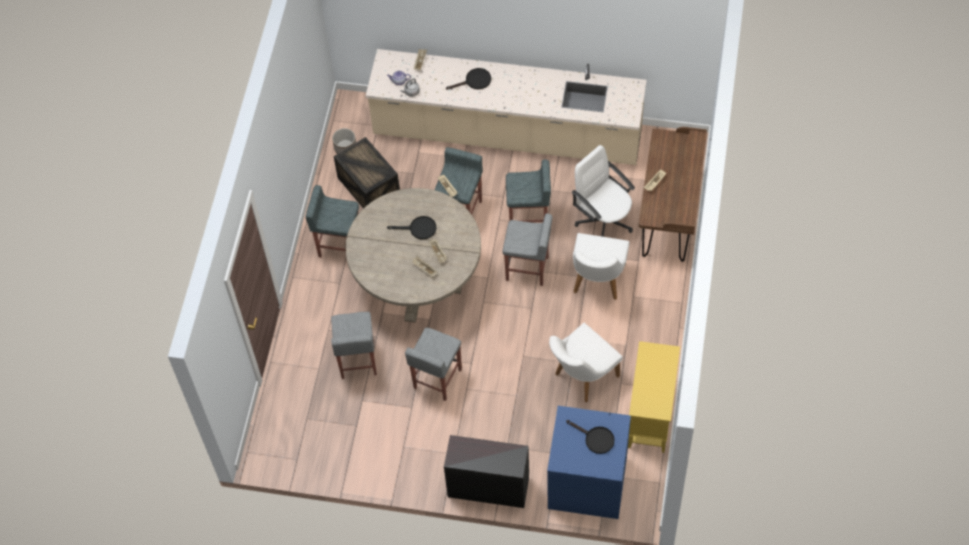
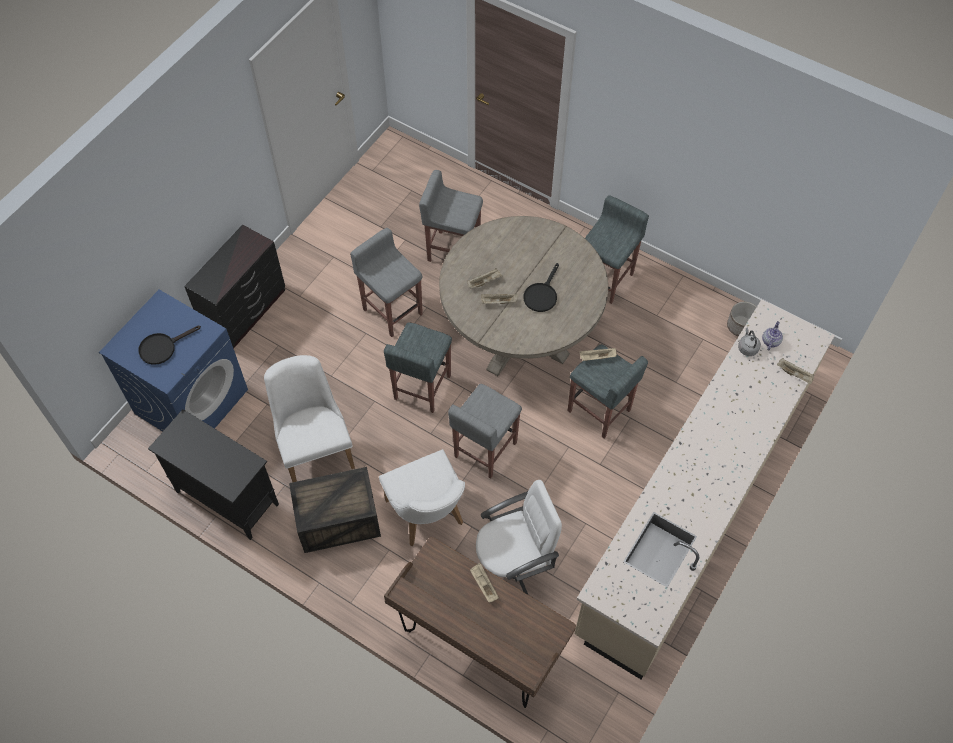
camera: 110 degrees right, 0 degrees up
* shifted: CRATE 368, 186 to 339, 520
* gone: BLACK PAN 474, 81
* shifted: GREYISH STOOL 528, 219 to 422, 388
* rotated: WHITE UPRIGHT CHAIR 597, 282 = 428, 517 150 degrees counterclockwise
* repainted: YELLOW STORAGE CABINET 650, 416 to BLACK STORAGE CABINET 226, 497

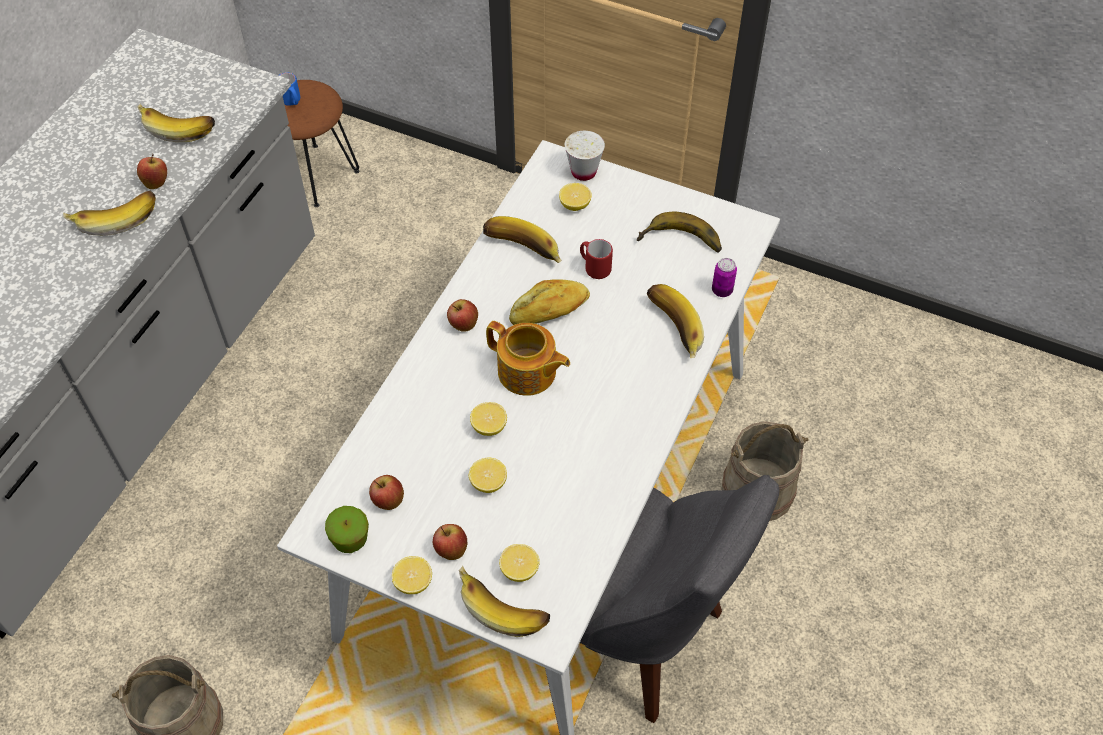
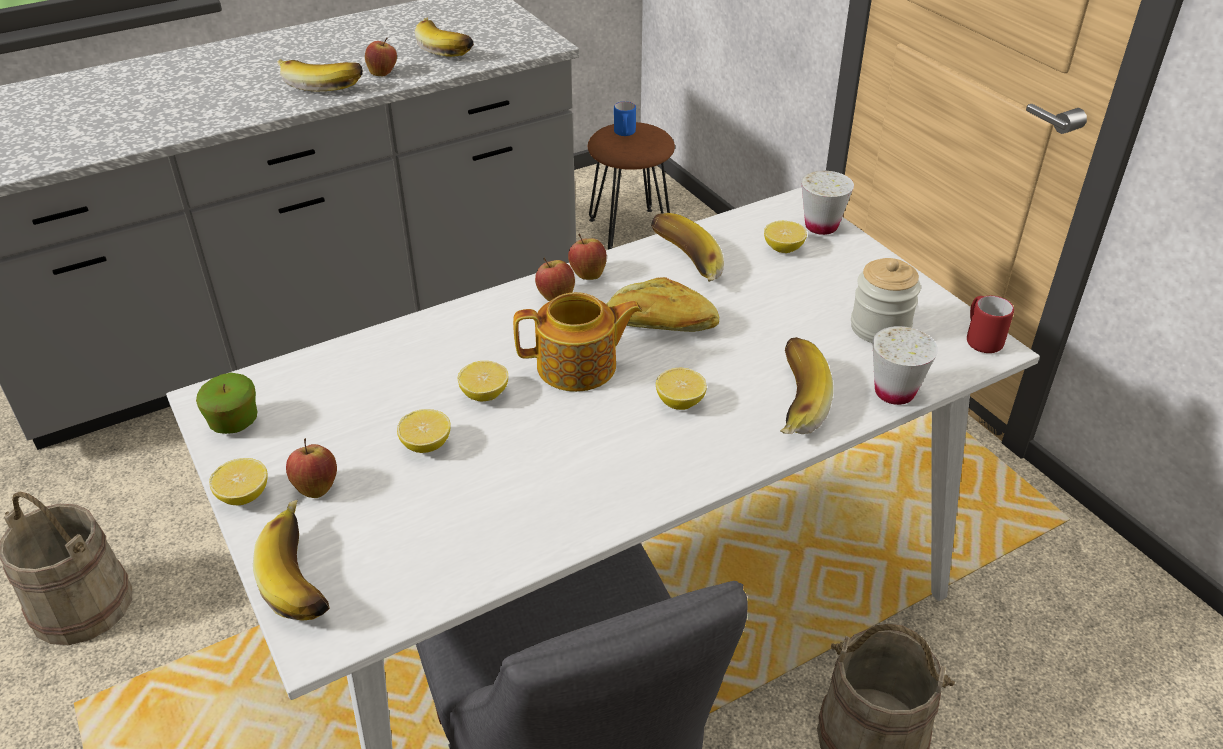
camera: 35 degrees right, 15 degrees down
* shifted: APPLE FRUIT 388, 501 to 587, 274
* rotated: TEAPOT 527, 373 = 579, 367 75 degrees counterclockwise
* shifted: WHOLE LEMON 519, 570 to 680, 402
* shifted: RED COFFEE MUG 594, 267 to 980, 339
* swapped: WHOLE BANANA 680, 243 to STORAGE JAR 880, 328
* swapped: METAL CAN 722, 290 to WHITE CUP 894, 392

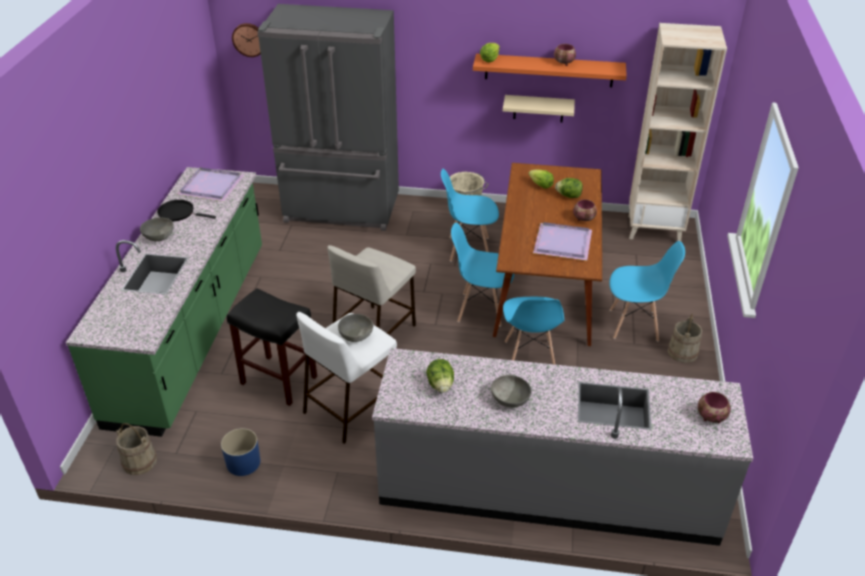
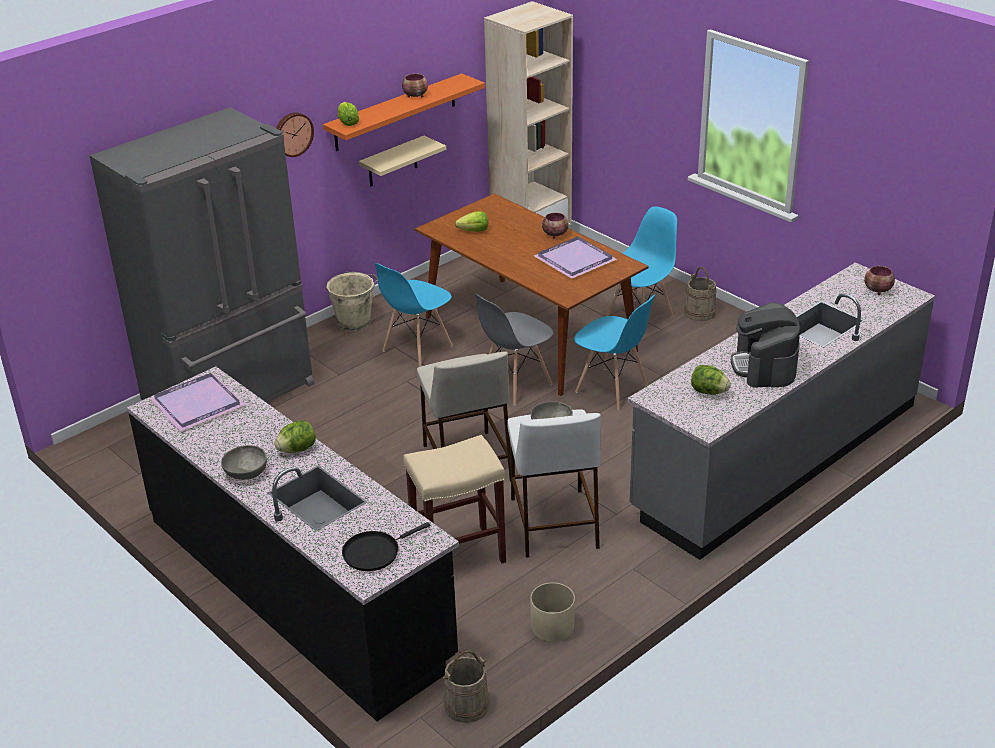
camera: 50 degrees left, 5 degrees down
* repainted: GREEN-COLOURED COUNTER 192, 332 to BLACK COUNTER 298, 587
* shifted: BLACK PAN 179, 213 to 374, 552
* repainted: BLUE PLANT POT 243, 462 to SAND-COLOURED PLANT POT 552, 627
* repainted: BLACK STOOL 280, 380 to SAND-COLOURED STOOL 459, 553
* shifted: HANGING CLOCK 249, 39 to 292, 134
* repainted: BLUE UPRIGHT CHAIR 481, 309 to GREYISH UPRIGHT CHAIR 515, 384
* swapped: GREYISH DEEP DISH 510, 399 to COFFEE MACHINE 764, 366
* shifted: LETTUCE HEAD 568, 196 to 297, 449

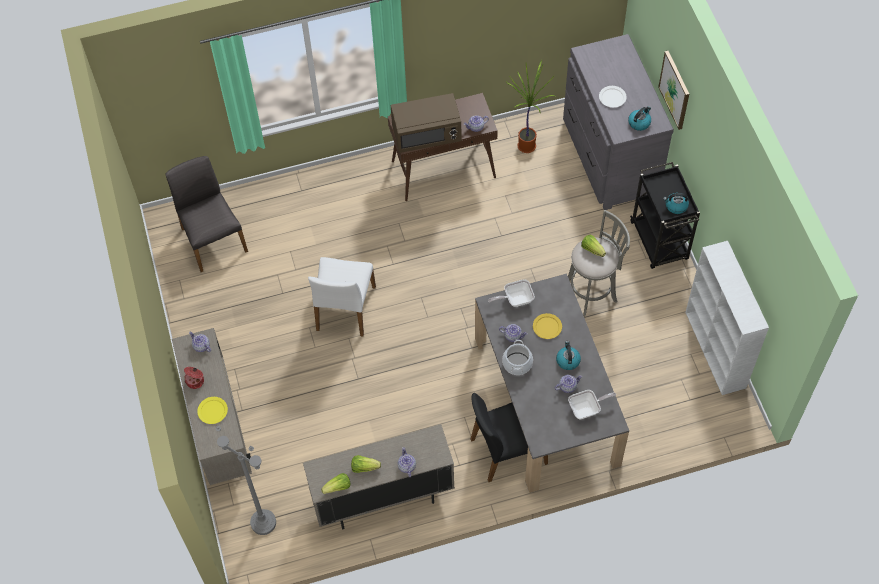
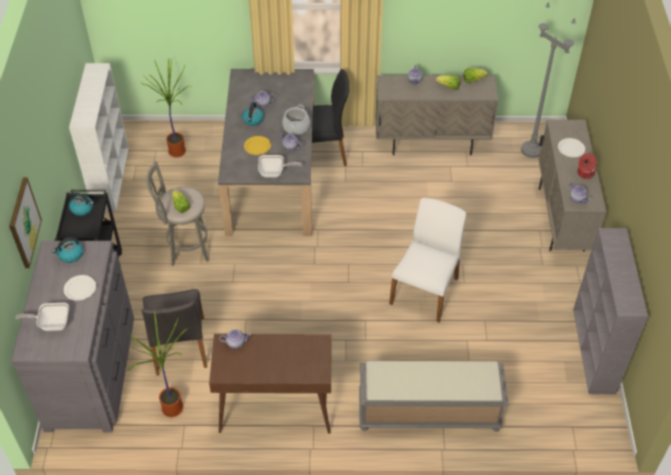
camera: 165 degrees left, 10 degrees down
* shifted: GREYISH UPRIGHT CHAIR 212, 239 to 179, 346
* repainted: YELLOW PLATE 212, 410 to WHITE PLATE 571, 149
* gone: BROWN-COLOURED MICROWAVE 427, 134
* shifted: PAN 587, 409 to 51, 323
* new: PLANT IN A POT 178, 151
* new: GREYISH BENCH 428, 412
* new: GREYISH BOOKCASE 594, 351

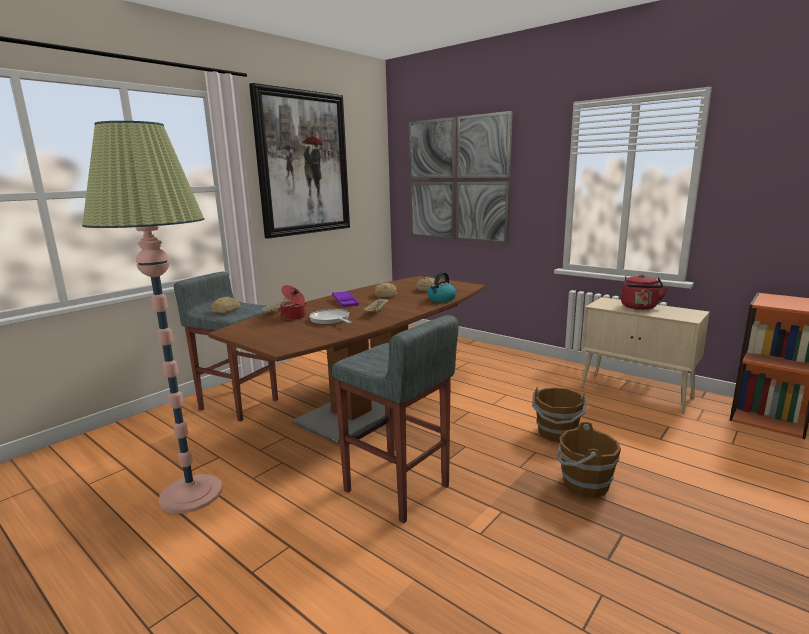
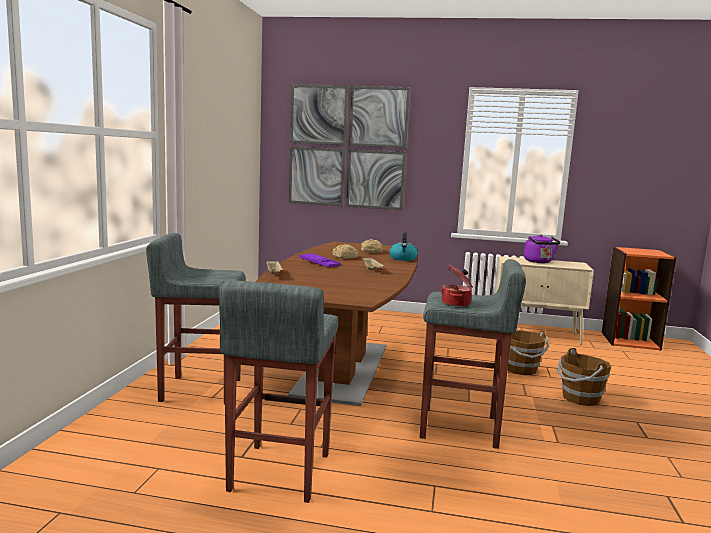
camera: 30 degrees left, 5 degrees down
* swapped: STANDING LAMP 191, 494 to GREYISH STOOL 278, 472
* gone: BAKERY BREAD 225, 311
* gone: WALL ART 303, 164
* shifted: SAUCEPOT 294, 317 to 456, 303
* gone: PAN 331, 320
* repainted: RED WATER KETTLE 639, 307 to PURPLE-COLOURED WATER KETTLE 539, 262

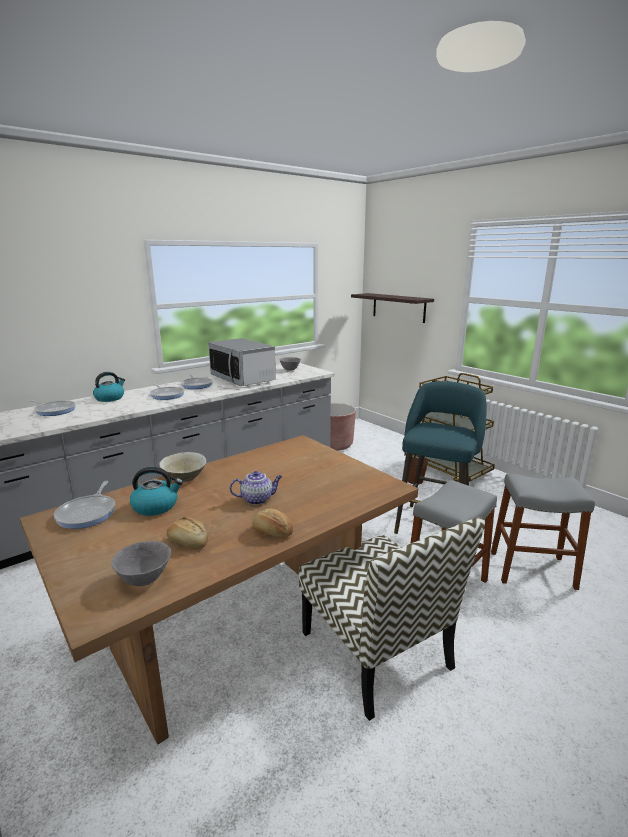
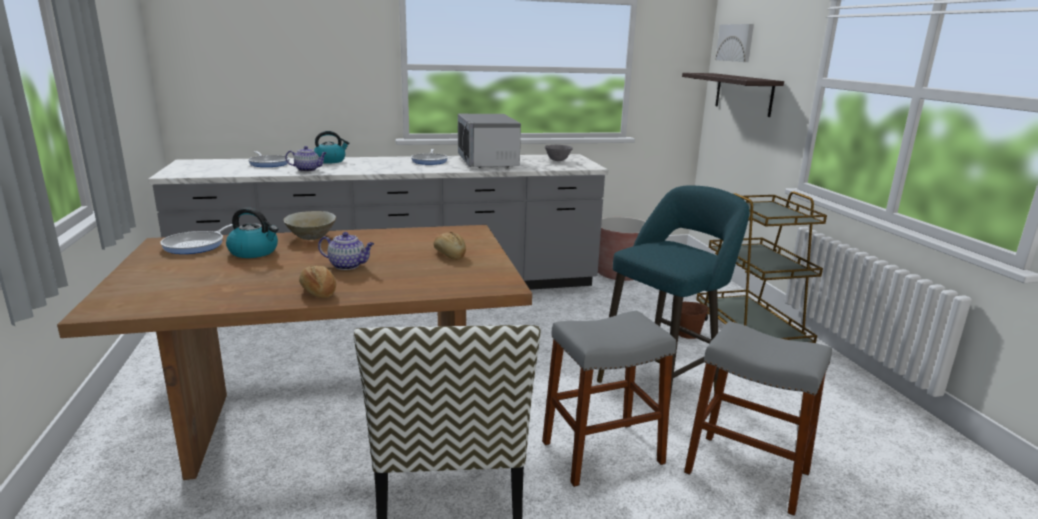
camera: 25 degrees right, 0 degrees up
* gone: GREYISH DEEP DISH 145, 580
* gone: PAN 167, 395
* shifted: BAKERY BREAD 188, 542 to 449, 254
* new: TEAPOT 308, 170
* new: WALL ART 736, 42

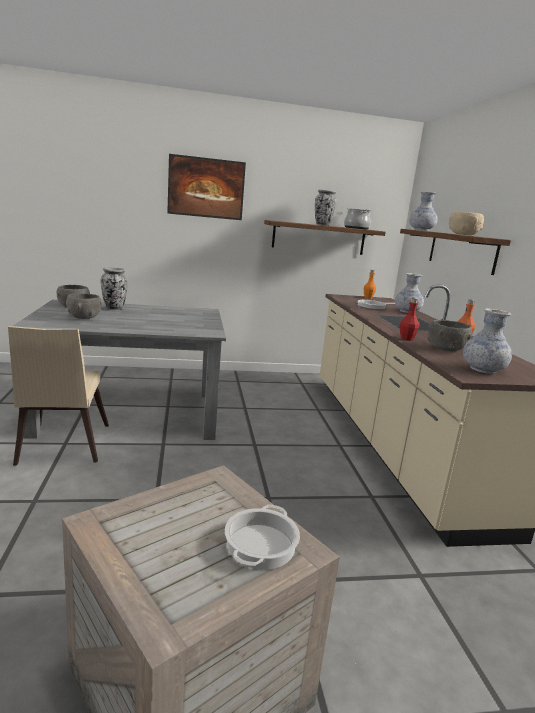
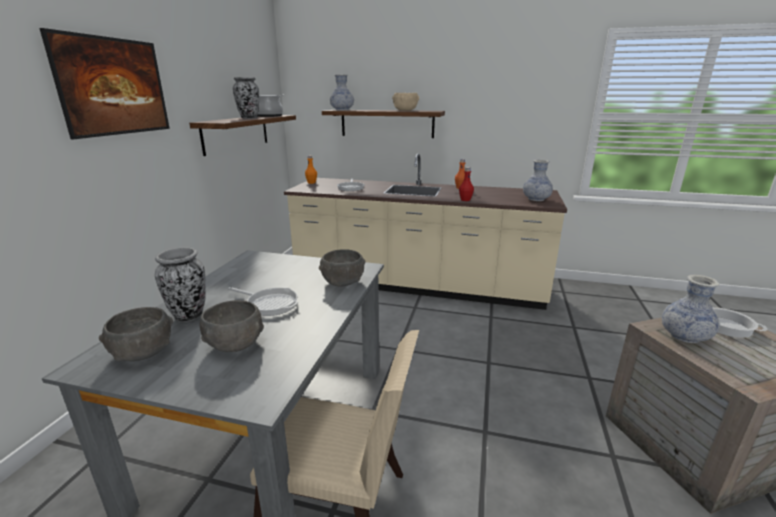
camera: 65 degrees left, 5 degrees up
* shifted: FLOWER VASE 407, 311 to 684, 336
* shifted: GREYISH DEEP DISH 446, 349 to 343, 282
* new: PAN 270, 303

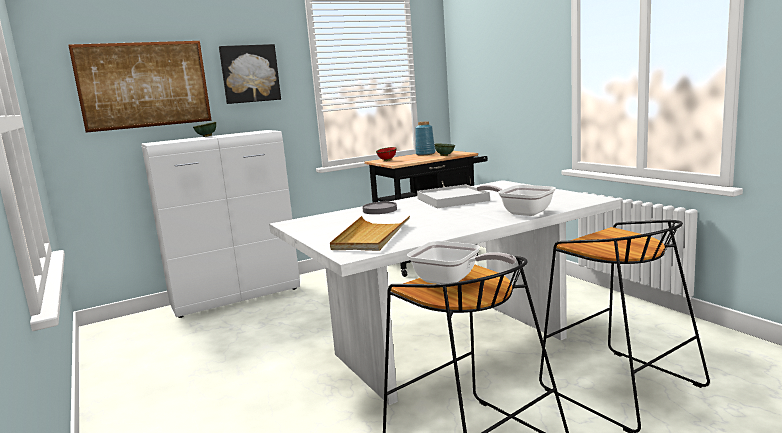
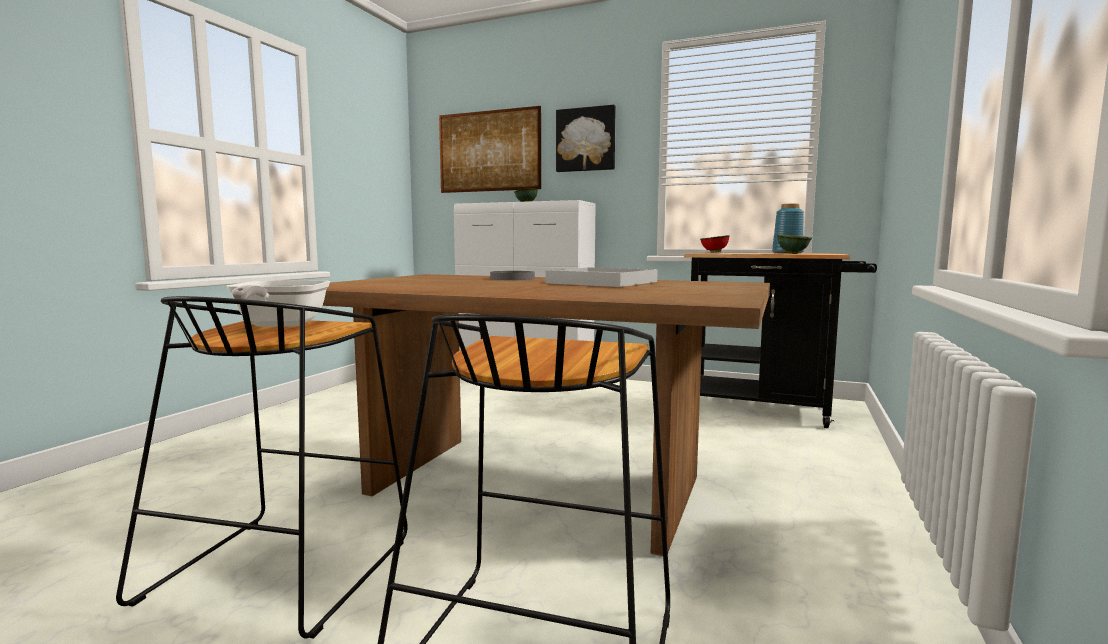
camera: 50 degrees right, 5 degrees down
* repainted: WHITE DINING TABLE 450, 347 to BROWN-COLOURED DINING TABLE 533, 486
* gone: SAND-COLOURED SERVING TRAY 371, 237
* gone: PAN 521, 212

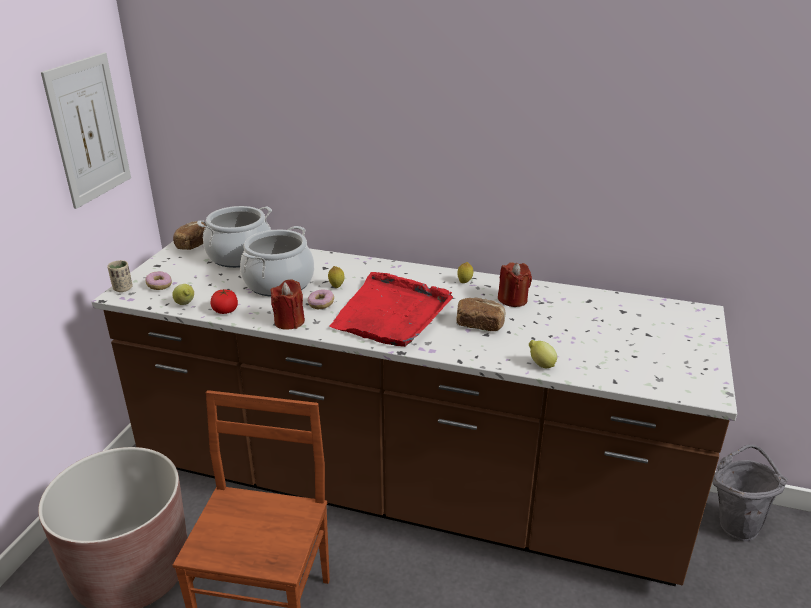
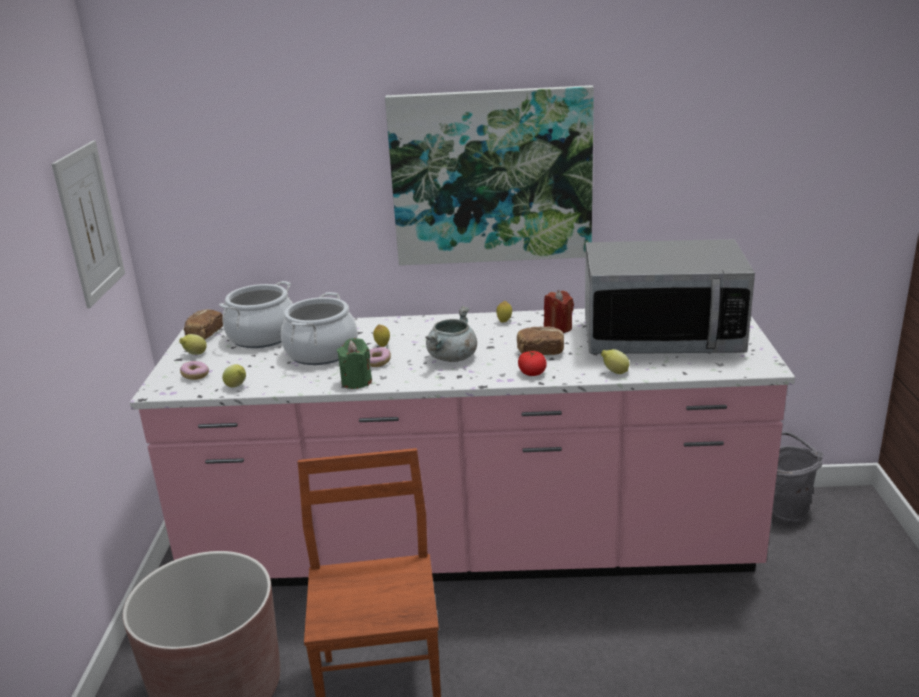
camera: 15 degrees left, 5 degrees down
* repainted: BROWN-COLOURED COUNTER 405, 488 to PINK-COLOURED COUNTER 470, 549
* gone: SAND-COLOURED CUP 123, 288
* shifted: WHOLE TOMATO 225, 310 to 532, 373
* repainted: RED WAX CANDLE 289, 322 to GREEN-COLOURED WAX CANDLE 356, 382
* swapped: RED SERVING TRAY 391, 313 to GREYISH SAUCEPOT 452, 358
* new: WHOLE LEMON 195, 354
* new: WALL ART 491, 177
* new: MICROWAVE 661, 337

